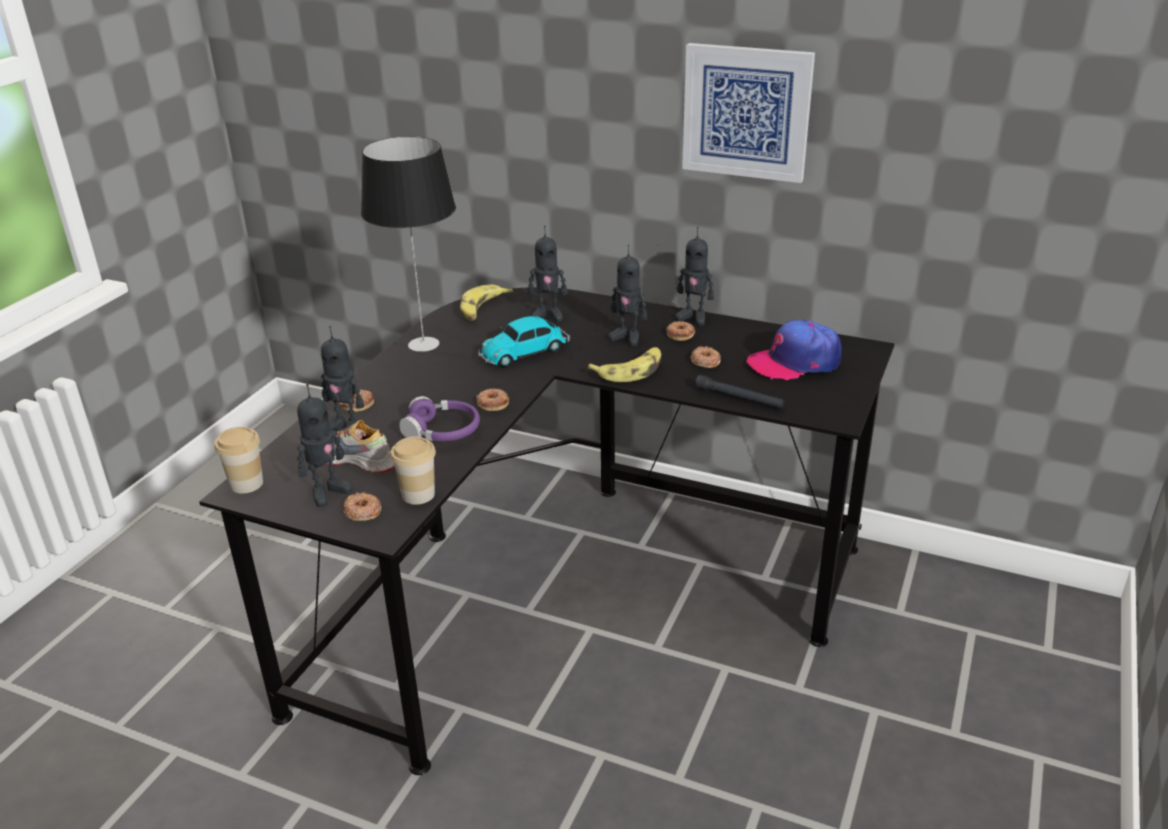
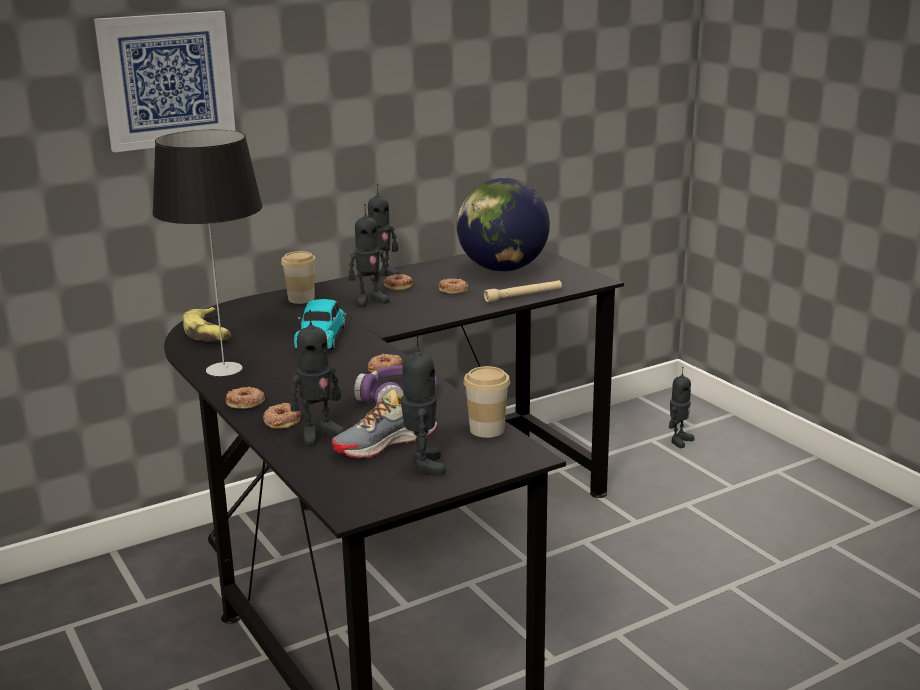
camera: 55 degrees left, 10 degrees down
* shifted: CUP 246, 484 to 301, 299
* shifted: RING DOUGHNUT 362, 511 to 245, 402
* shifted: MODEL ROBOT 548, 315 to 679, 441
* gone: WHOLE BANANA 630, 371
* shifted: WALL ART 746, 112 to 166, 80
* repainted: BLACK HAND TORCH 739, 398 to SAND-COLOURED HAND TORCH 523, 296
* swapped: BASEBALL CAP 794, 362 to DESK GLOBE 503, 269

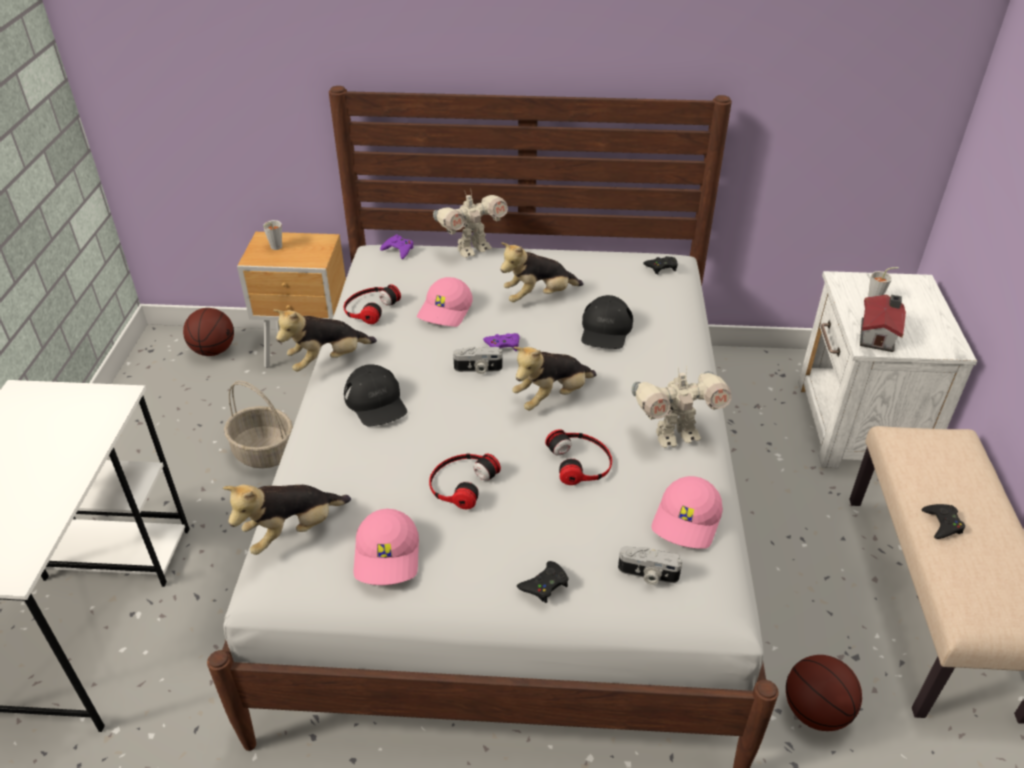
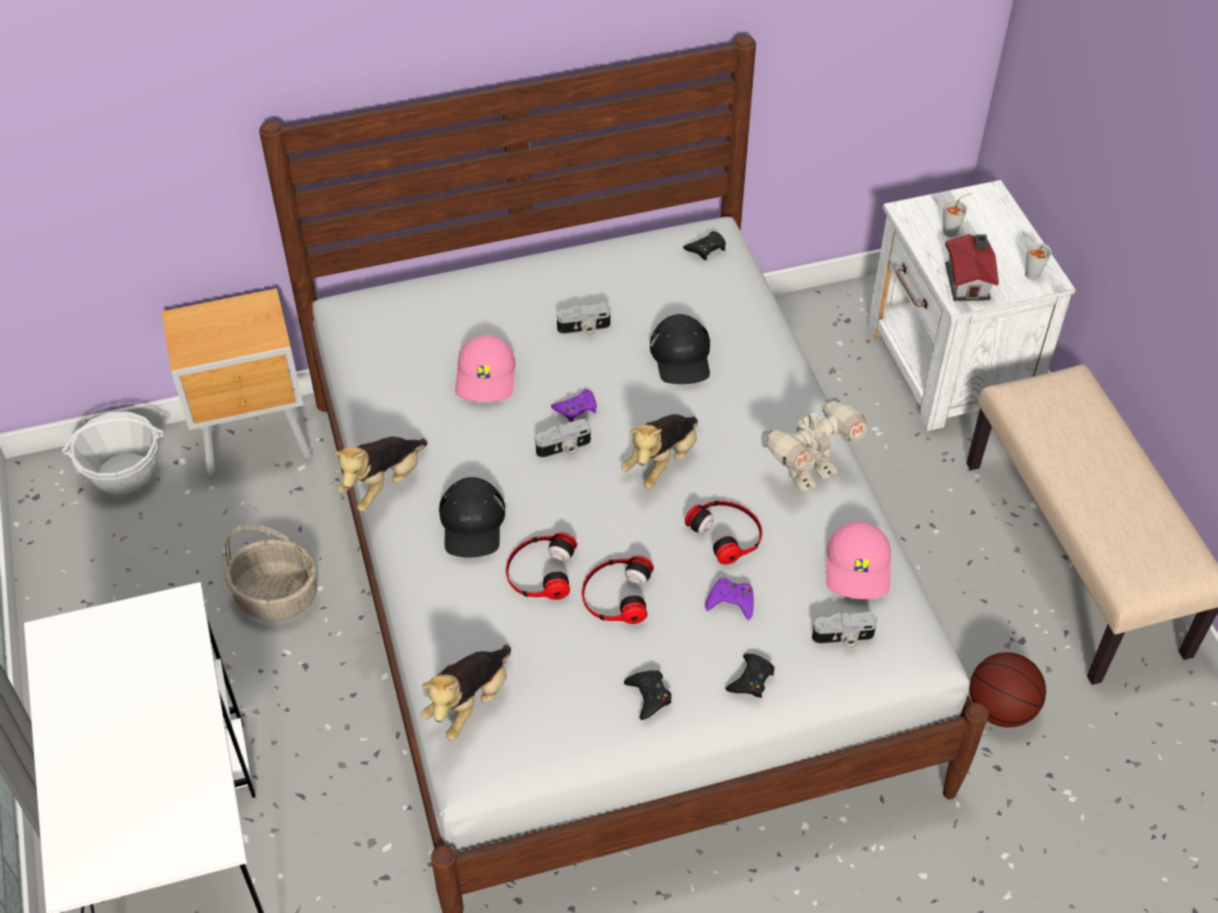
camera: 20 degrees left, 10 degrees up
* swapped: BASKETBALL BALL 213, 351 to STORAGE BASKET 124, 474
* shifted: GREYISH CUP 274, 248 to 1032, 277
* shifted: HEADPHONES 369, 308 to 540, 571
* rotated: BLACK BASEBALL CAP 376, 402 = 472, 523 45 degrees clockwise
* gone: PINK-COLOURED BASEBALL CAP 388, 556
* shifted: PURPLE-COLOURED GAME CONTROLLER 398, 250 to 731, 601
* gone: MODEL ROBOT 472, 249
* swapped: CUDDLY TOY 538, 297 to STILL CAMERA 584, 329
* shifted: BLACK GAME CONTROLLER 942, 524 to 649, 696

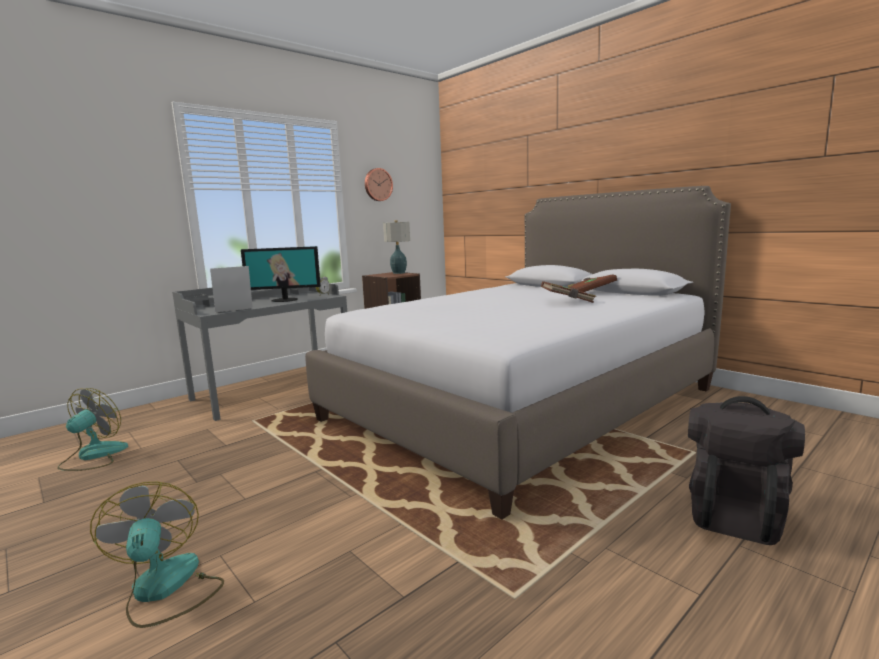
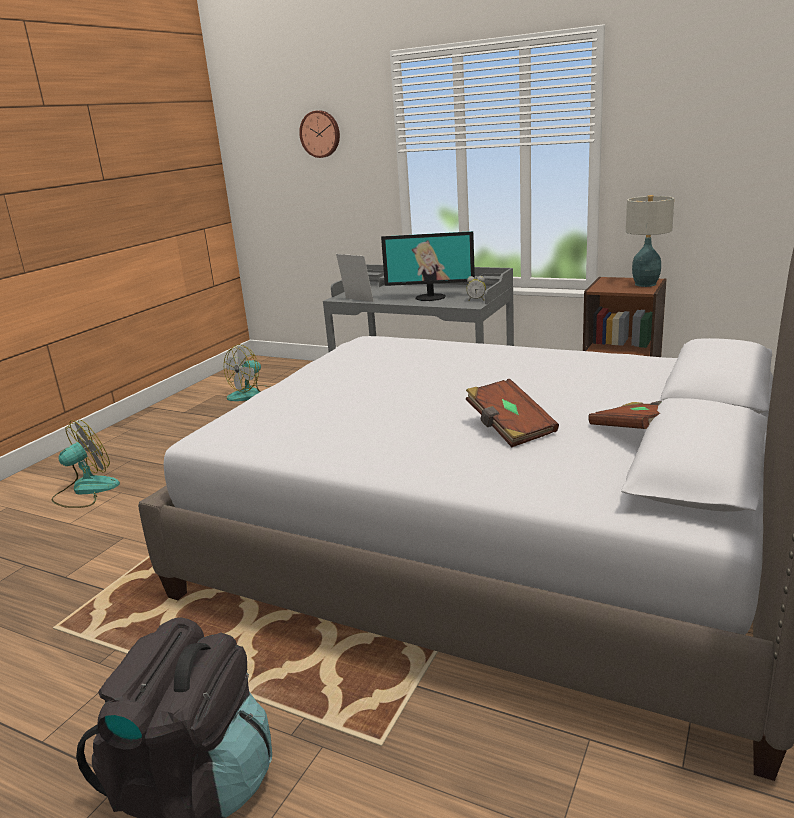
camera: 70 degrees right, 10 degrees up
* rotated: COOLING FAN 93, 456 = 251, 394 135 degrees clockwise
* rotated: COMPUTER SCREEN 285, 300 = 430, 297 60 degrees counterclockwise
* shifted: HANGING CLOCK 377, 184 to 320, 134

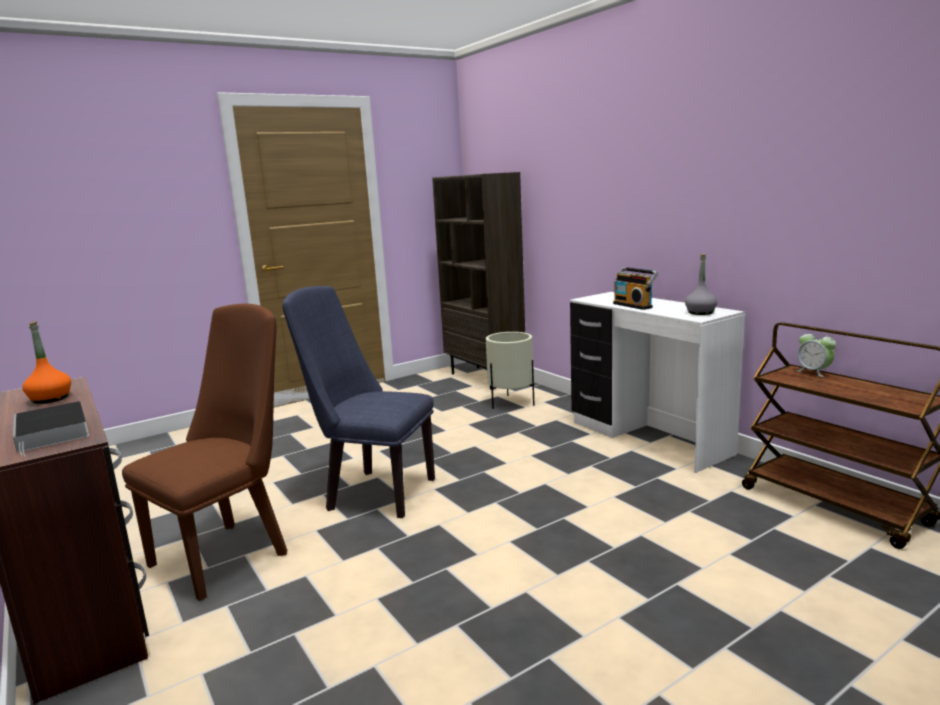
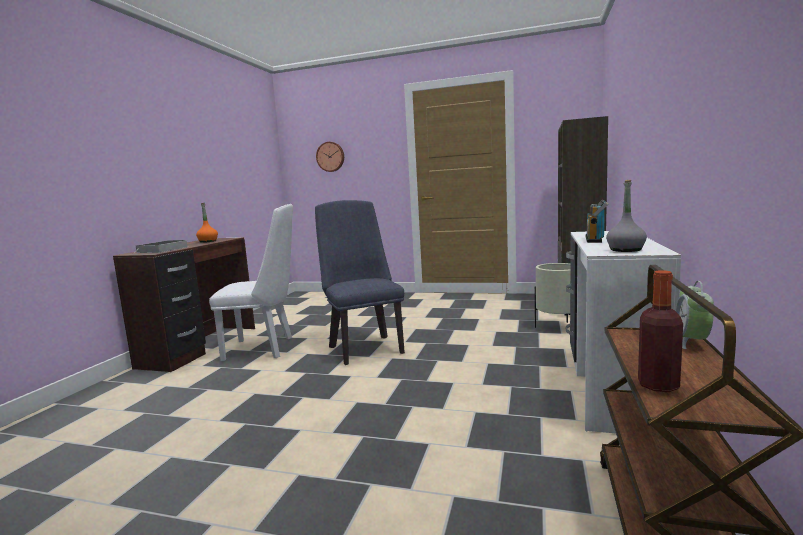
camera: 50 degrees right, 5 degrees down
* repainted: BROWN-COLOURED UPRIGHT CHAIR 228, 553 to WHITE UPRIGHT CHAIR 265, 348
* new: HANGING CLOCK 330, 157
* new: BOTTLE 658, 385

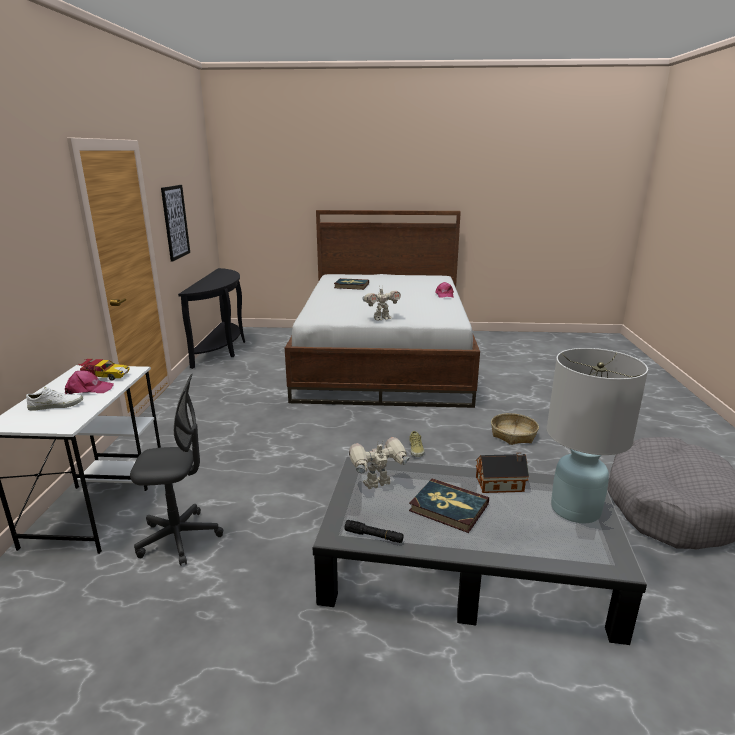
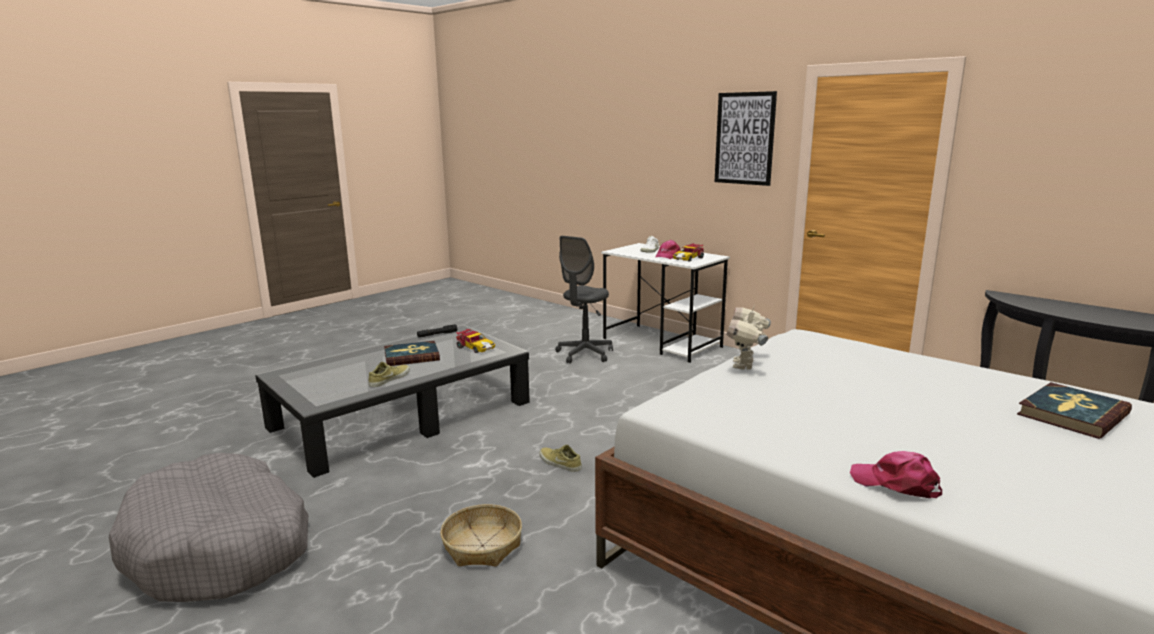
camera: 130 degrees right, 5 degrees down
* shifted: WALL ART 175, 222 to 744, 138
* swapped: MODEL ROBOT 378, 485 to MINIATURE CAR 475, 348
* swapped: MODEL HOUSE 501, 484 to SAND-COLOURED LOW SHOE 389, 379
* gone: WHITE TABLETOP LAMP 575, 509

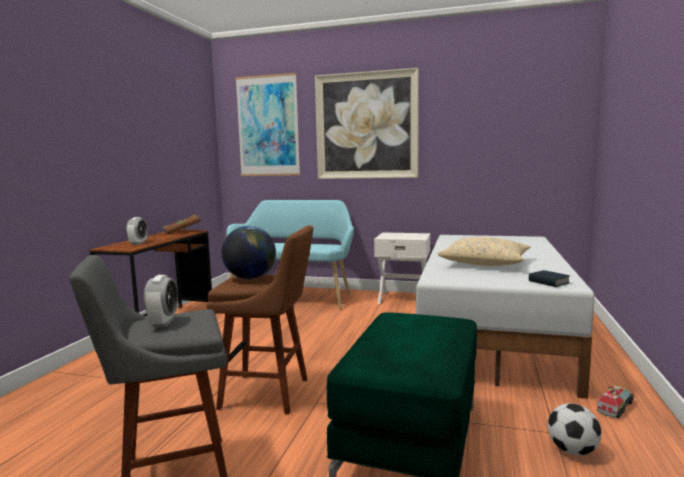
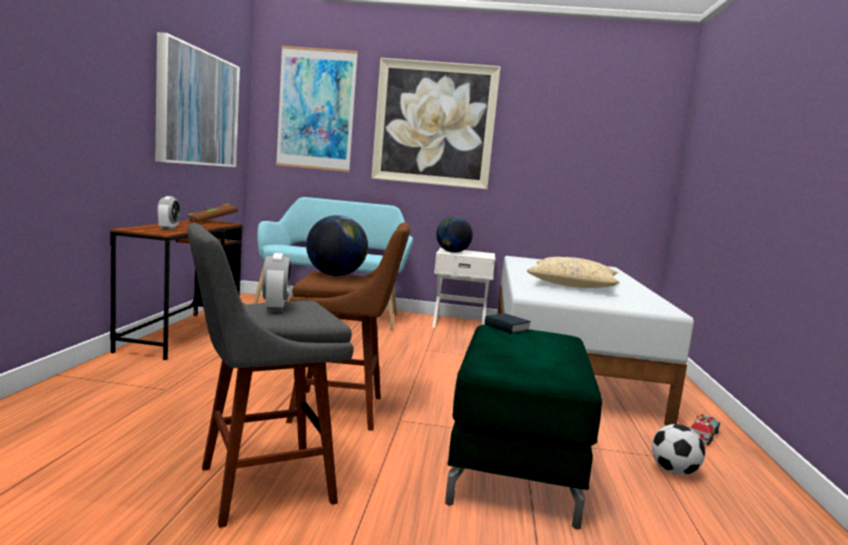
camera: 10 degrees left, 0 degrees up
* shifted: VOLUME 548, 282 to 506, 328
* new: WALL ART 197, 108
* new: DESK GLOBE 452, 252

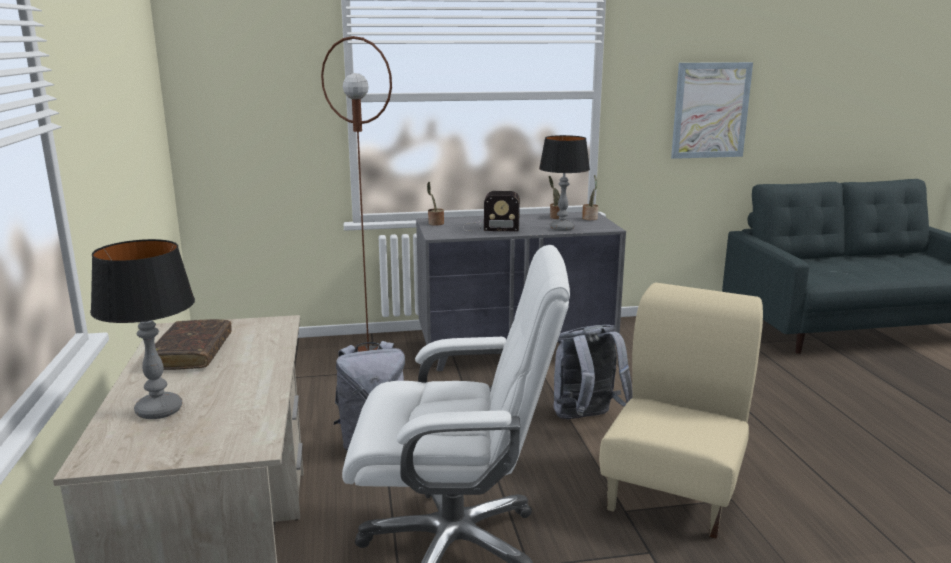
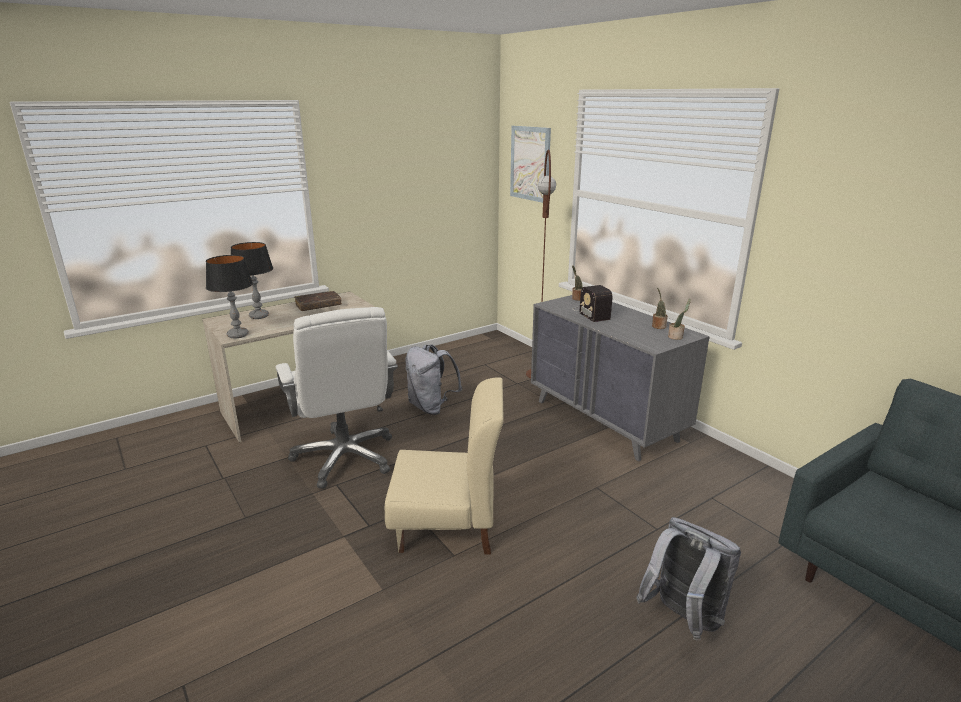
camera: 65 degrees right, 5 degrees up
* shifted: TABLETOP LAMP 561, 228 to 238, 335
* shifted: GREYISH BACKPACK 586, 419 to 683, 619
* shifted: WALL ART 710, 110 to 530, 163

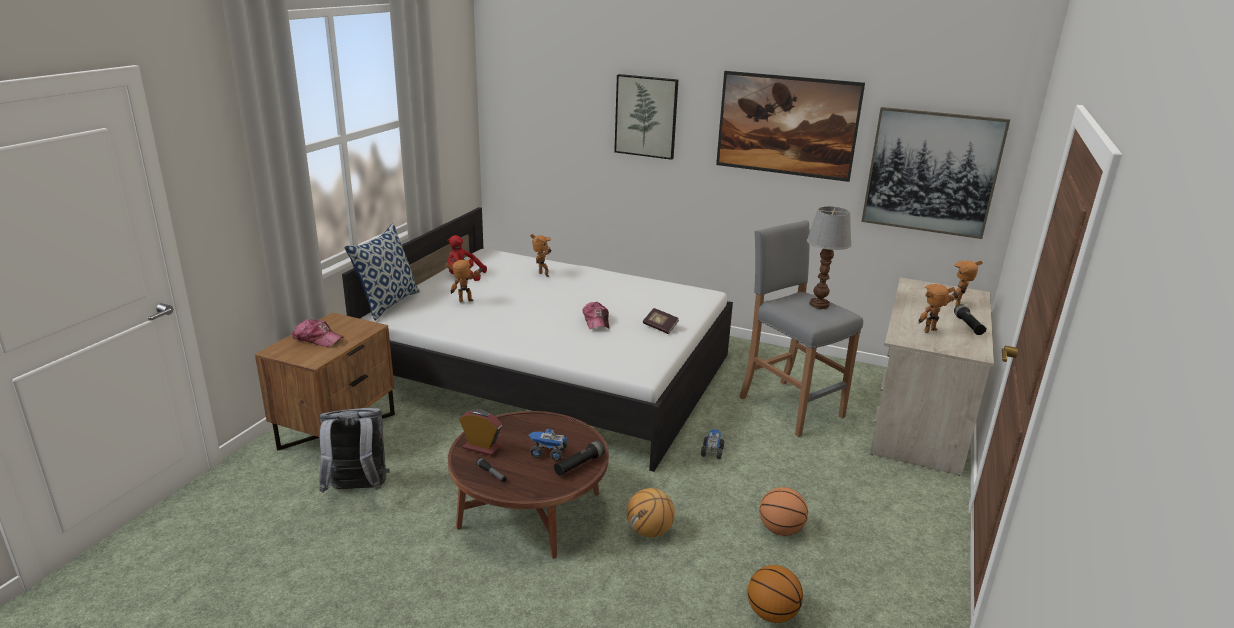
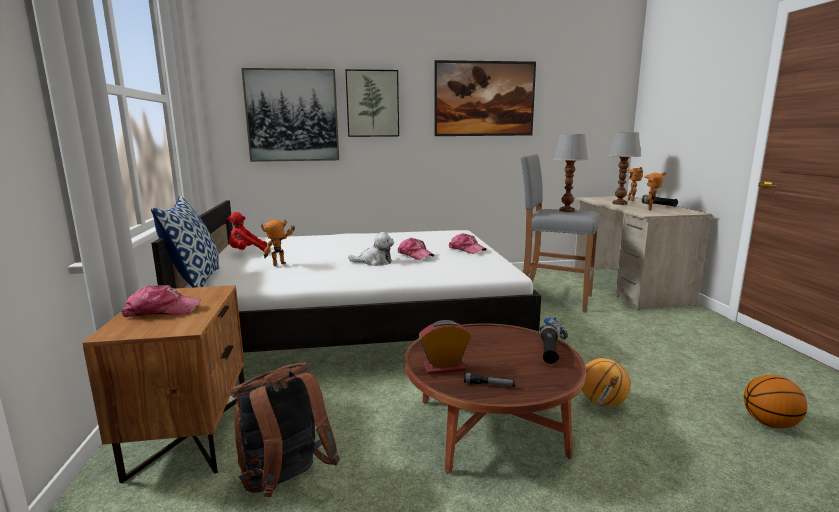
camera: 30 degrees left, 10 degrees down
* repainted: GREYISH BACKPACK 357, 490 to BROWN-COLOURED BACKPACK 285, 483
* gone: TOY LORRY 548, 453
* gone: MODEL ROBOT 542, 275
* swapped: VOLUME 660, 327 to BASEBALL CAP 466, 250
* gone: BASKETBALL BALL 780, 530
* shifted: WALL ART 931, 172 to 292, 115
* new: CUDDLY TOY 374, 262
* new: TABLETOP LAMP 619, 203

